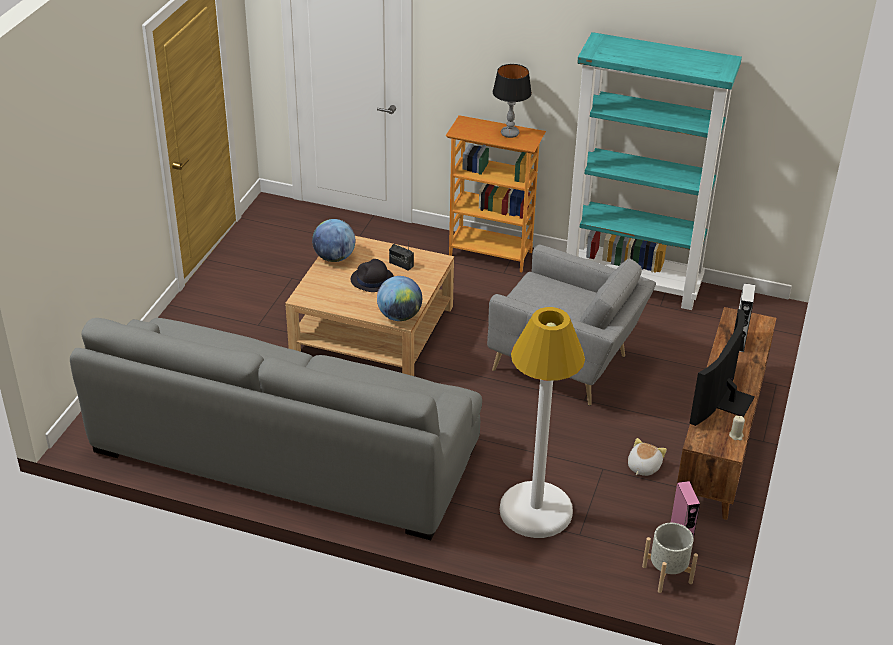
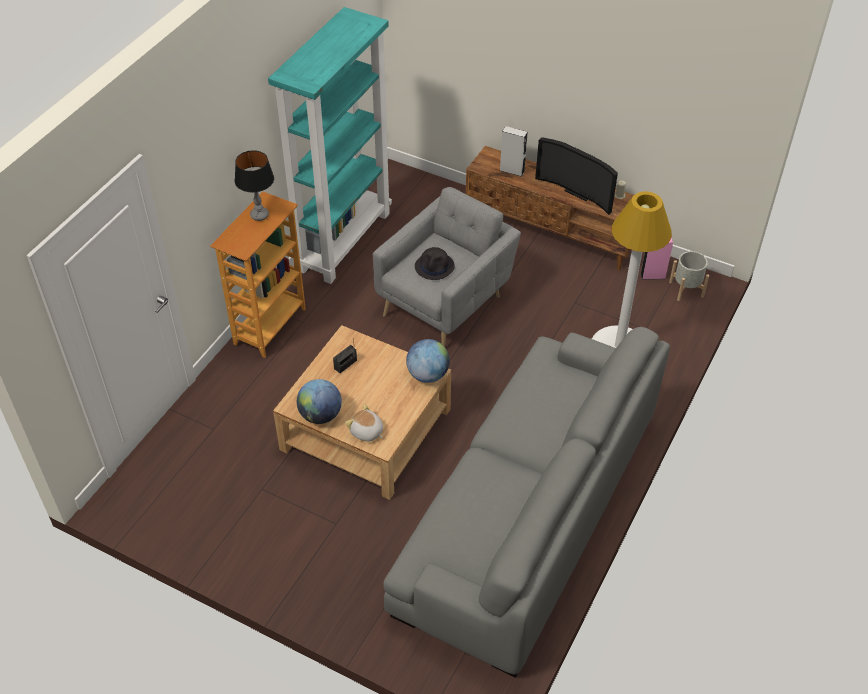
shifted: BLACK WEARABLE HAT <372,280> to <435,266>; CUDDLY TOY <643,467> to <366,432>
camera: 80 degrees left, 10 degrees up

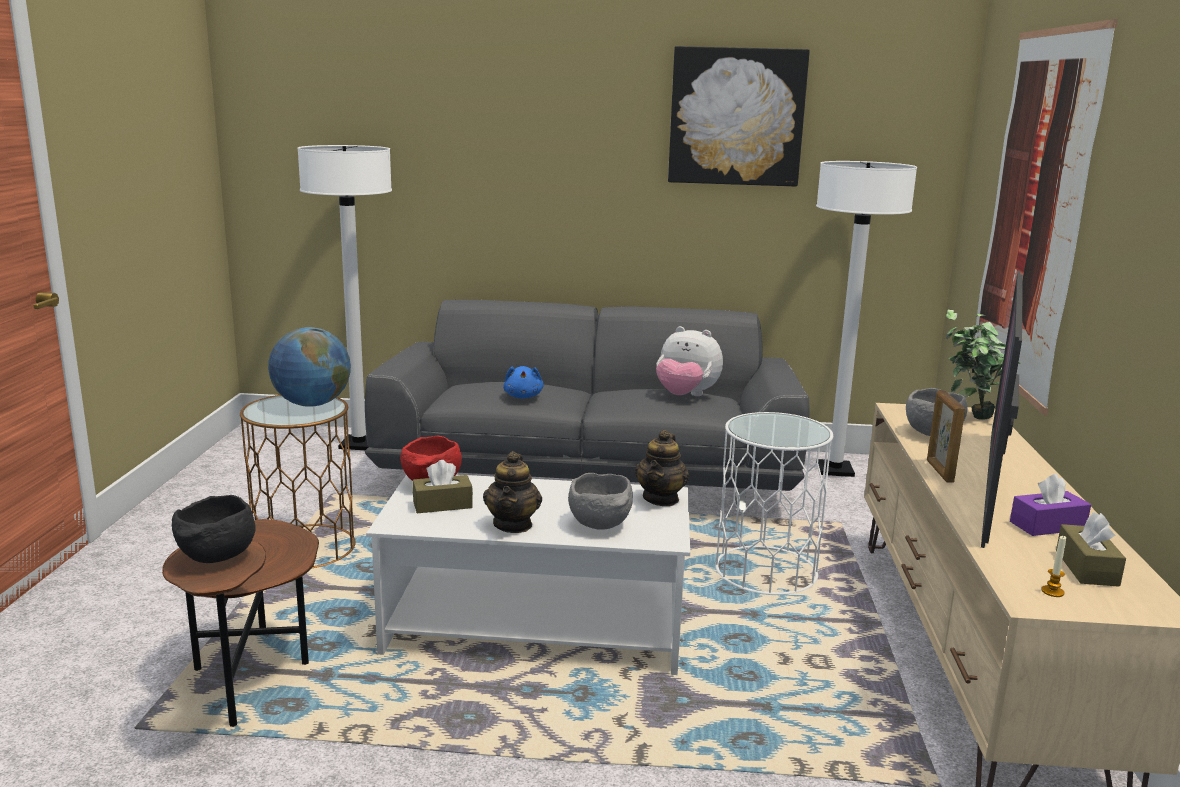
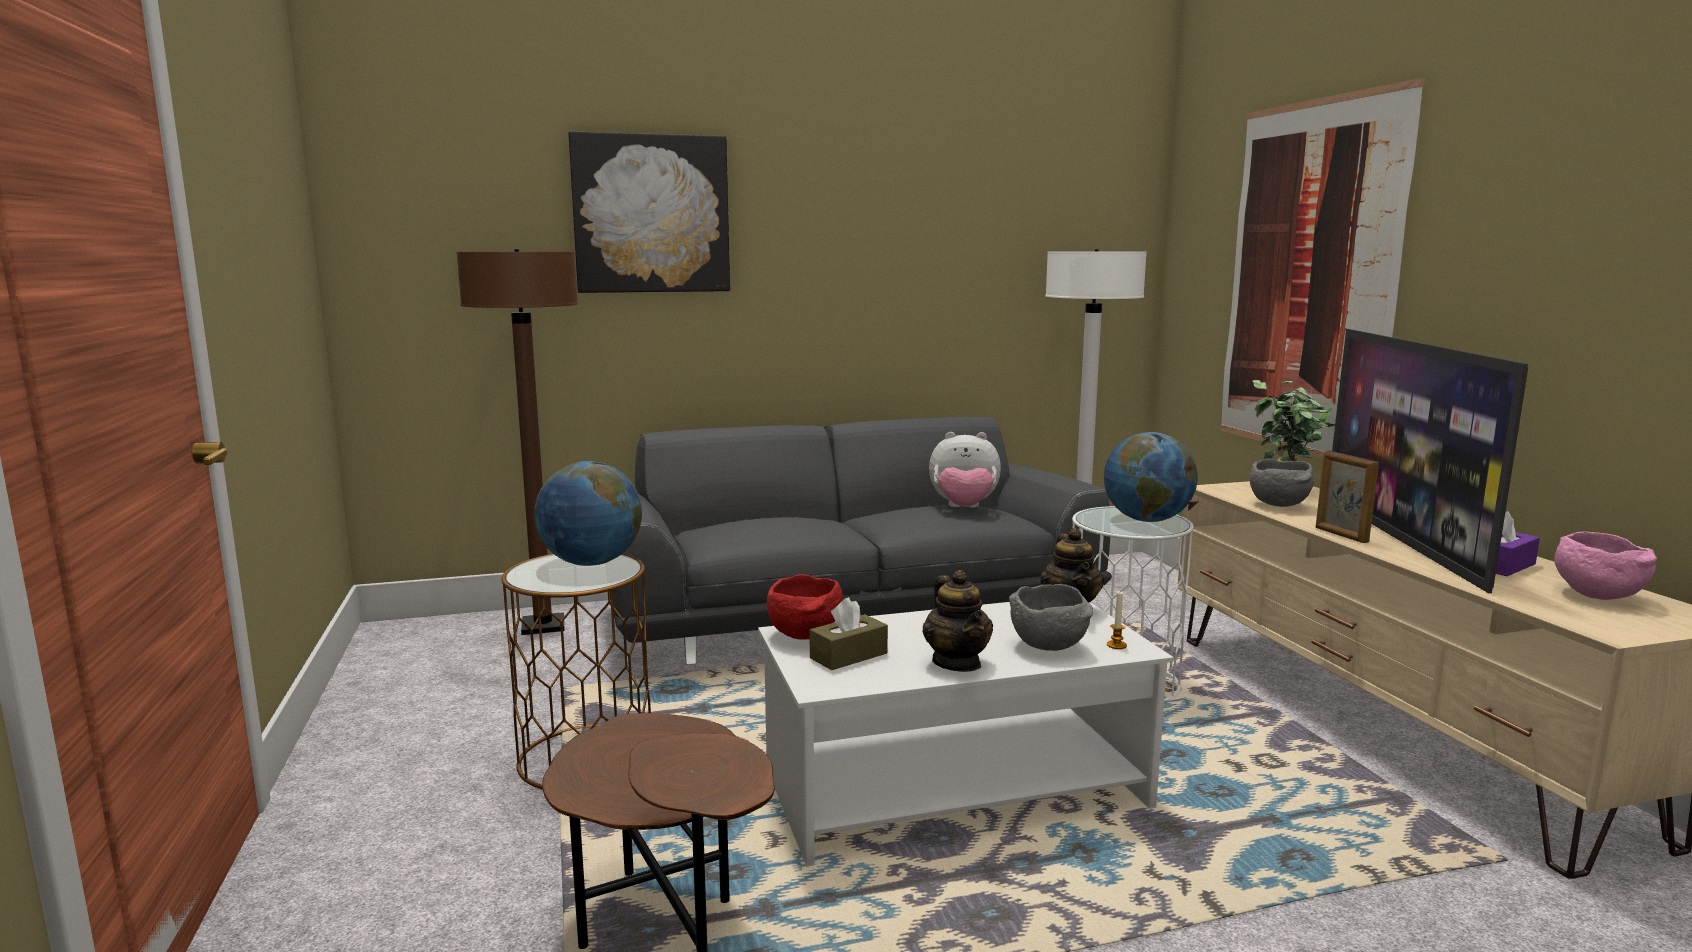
gone: BLUISH CUDDLY TOY <523,396>; BLACK DEEP DISH <217,558>
new: GLOBE <1146,520>
shifted: PICTURE <736,117> to <651,214>; WAX CANDLE <1052,592> to <1116,645>
swapped: BROWN TISSUE BOX <1086,568> to PINK DEEP DISH <1594,595>
repainted: WHITE-COLOURED FLOOR LAMP <359,444> to BROWN FLOOR LAMP <543,626>
camera: 20 degrees left, 5 degrees down

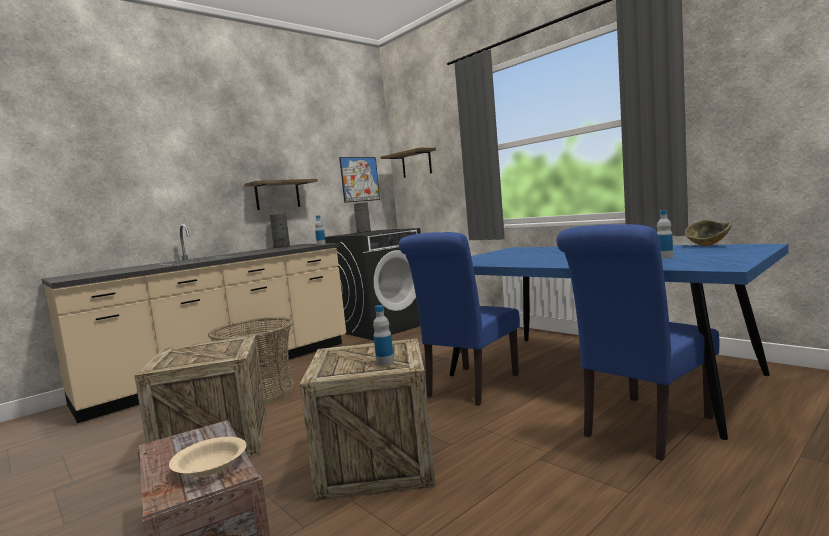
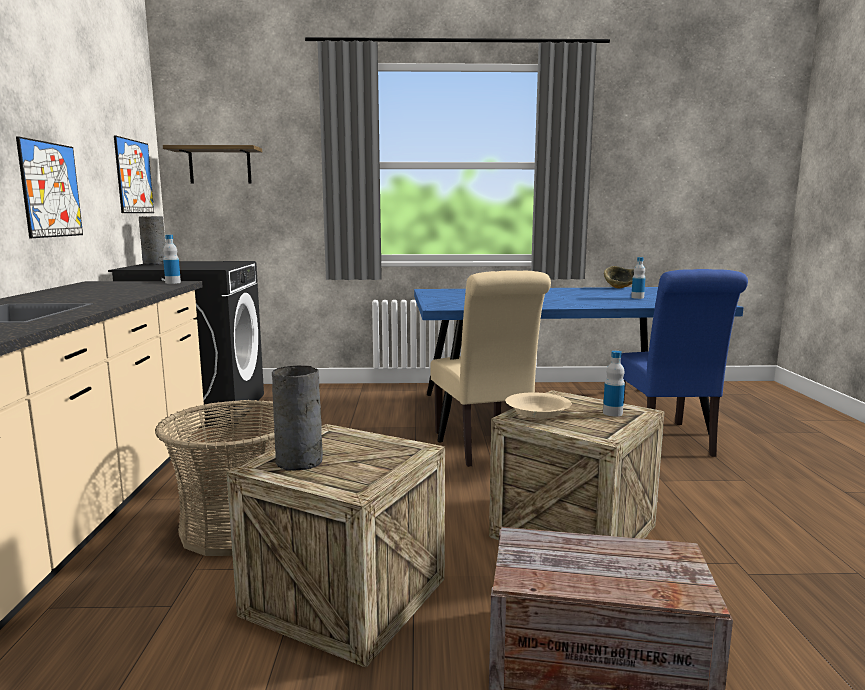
shifted: GRAY VASE <281,247> to <300,462>; BEIGE DEEP DISH <210,466> to <537,413>
swapped: BRACKET SHELF <277,195> to PICTURE <51,190>
repainted: BLUISH PLAIN CHAIR <469,387> to BEIGE PLAIN CHAIR <485,447>
camera: 50 degrees left, 5 degrees up

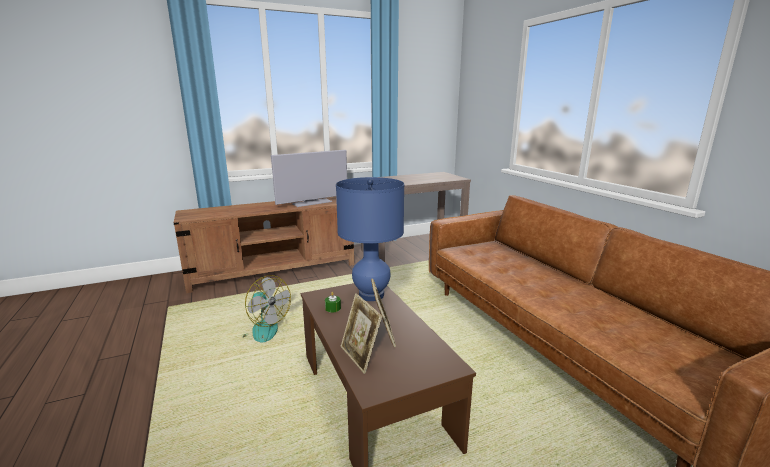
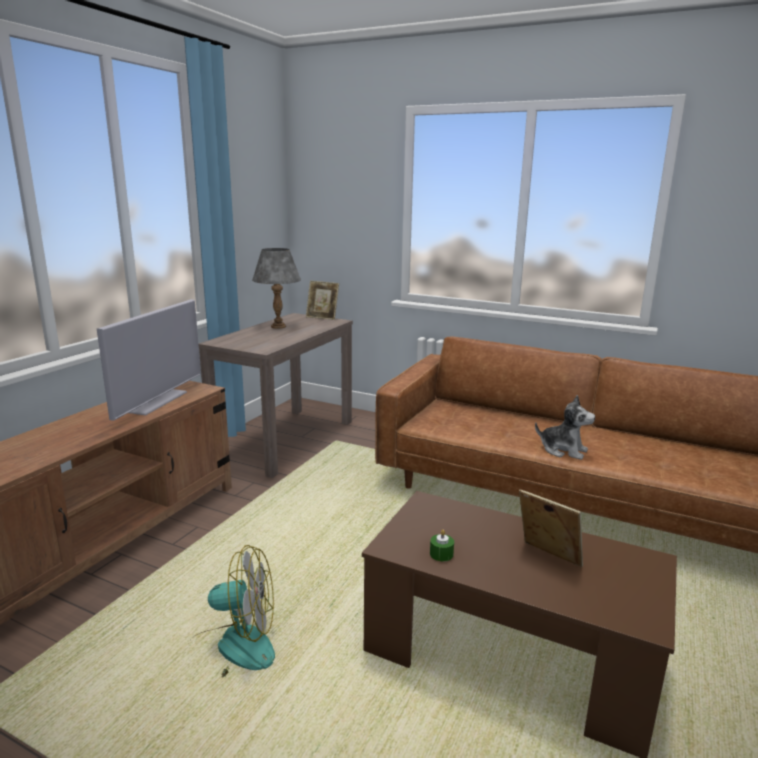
gone: BLUISH LAMP FOR A TABLE <371,295>
new: GRAY LAMP FOR A TABLE <278,326>; CUDDLY TOY <563,450>
shifted: PHOTO FRAME <360,356> to <322,317>
camera: 40 degrees left, 0 degrees up

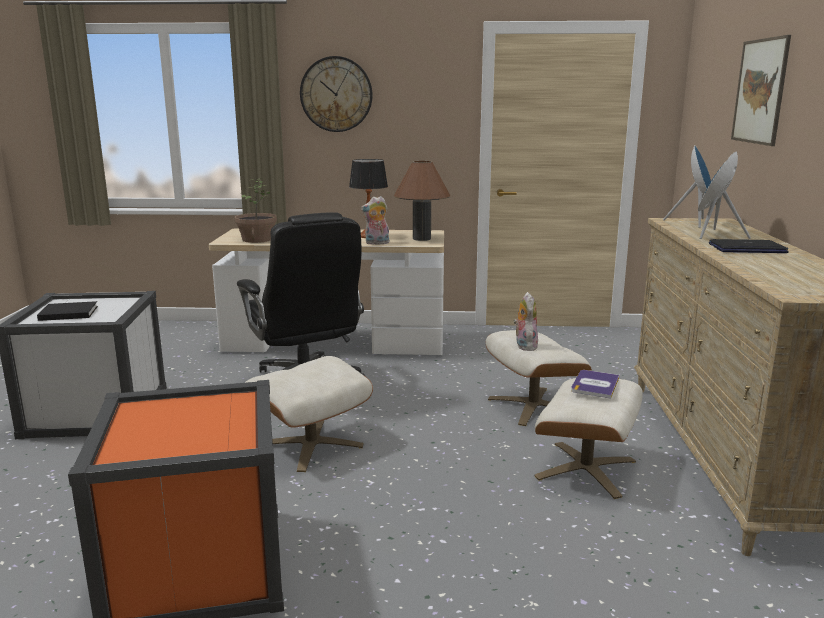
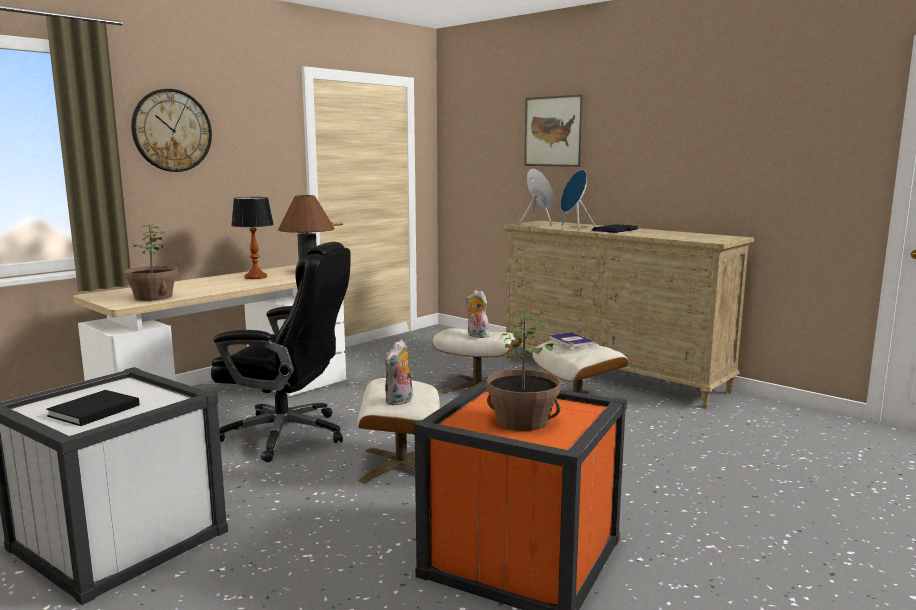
new: PLANT IN A POT <522,421>
shifted: CUDDLY TOY <376,243> to <400,402>
camera: 50 degrees left, 5 degrees down

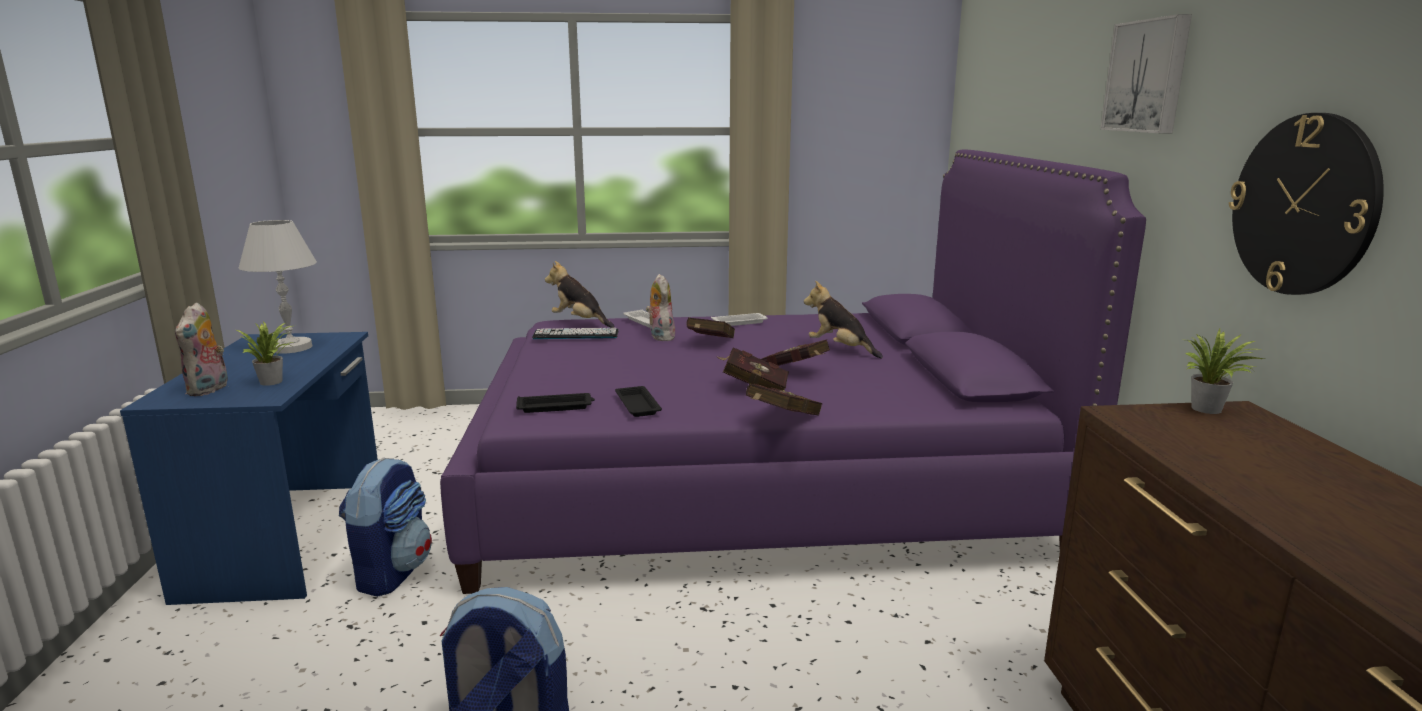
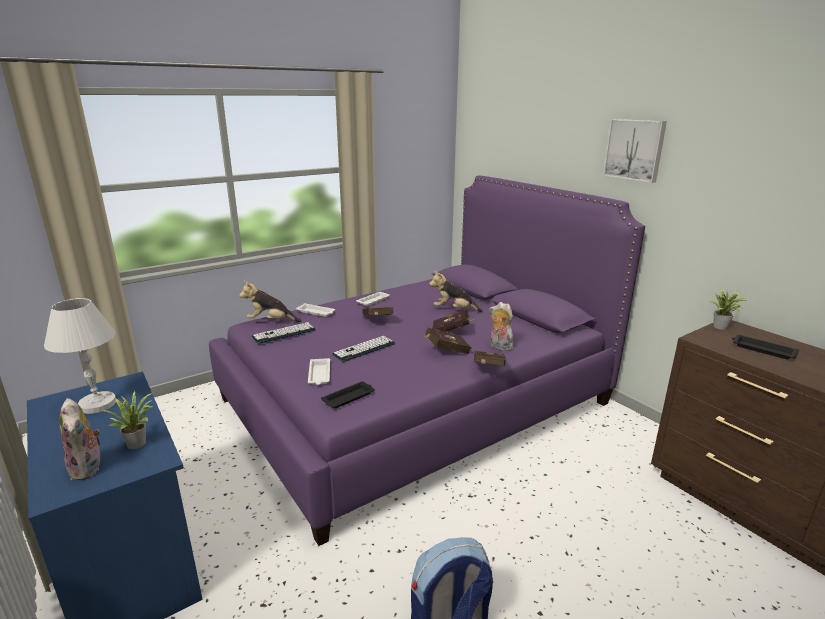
gone: WALL CLOCK <1303,205>; KNAPSACK <392,572>
new: COMPUTER KEYBOARD <364,349>; WHITE-COLOURED TRAY <319,375>
shifted: CUDDLY TOY <660,337> to <499,346>; BLACK TRAY <637,405> to <762,350>
camera: 30 degrees left, 5 degrees up

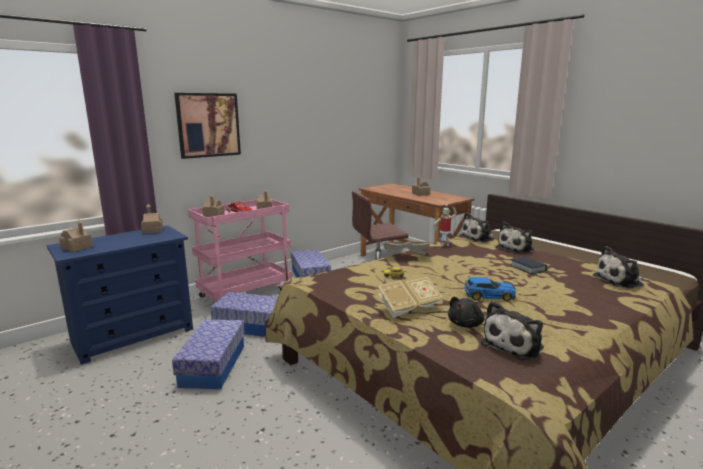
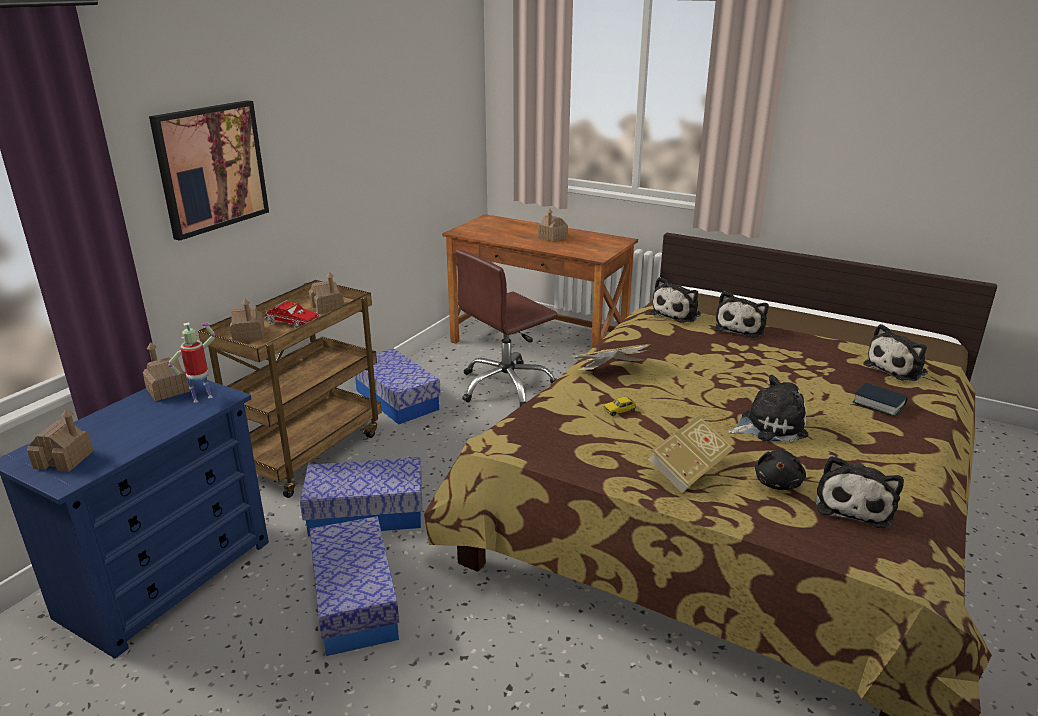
shifted: TOY ROBOT <444,245> to <202,398>; BOOK <528,268> to <878,404>
swapped: MODEL CAR <488,295> to CUDDLY TOY <769,426>
repainted: PINK CART <245,293> to BROWN CART <308,451>
camera: 20 degrees left, 10 degrees up

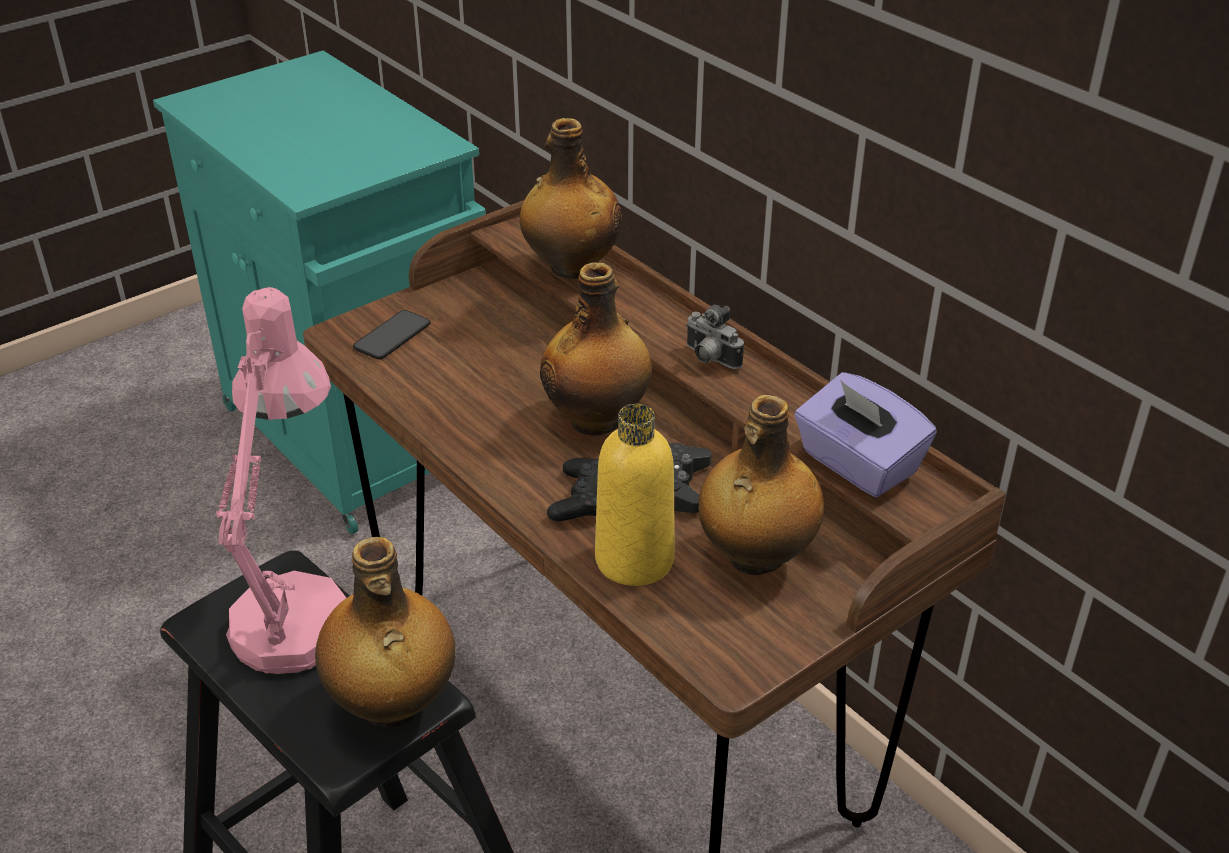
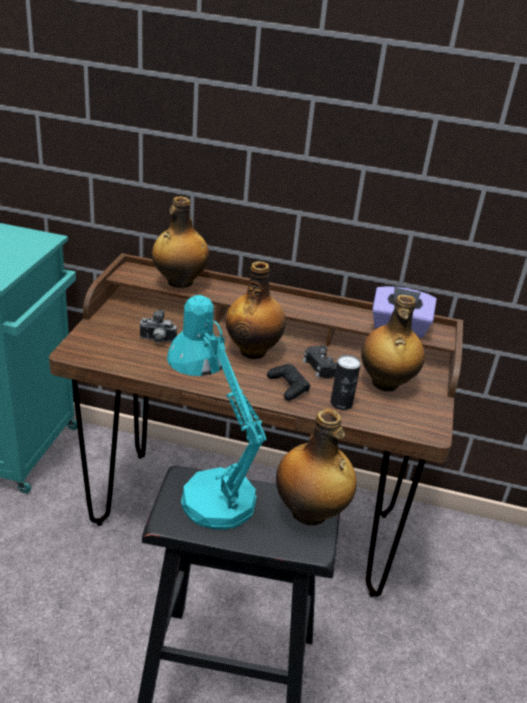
gone: HANDSET <392,336>
shifted: PHOTO CAMERA <709,359> to <157,341>
swapped: YELLOWISH BEVERAGE BOTTLE <634,560> to CAN <341,403>
repainted: PINK LAMP FOR A TABLE <298,608> to TURQUOISE LAMP FOR A TABLE <210,491>
camera: 40 degrees left, 5 degrees down

